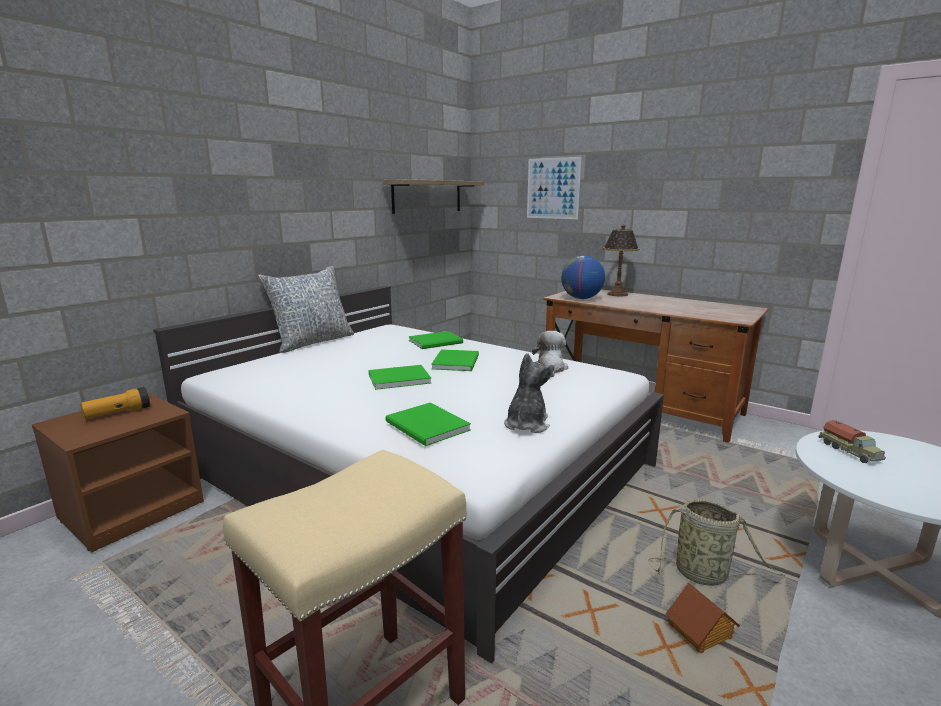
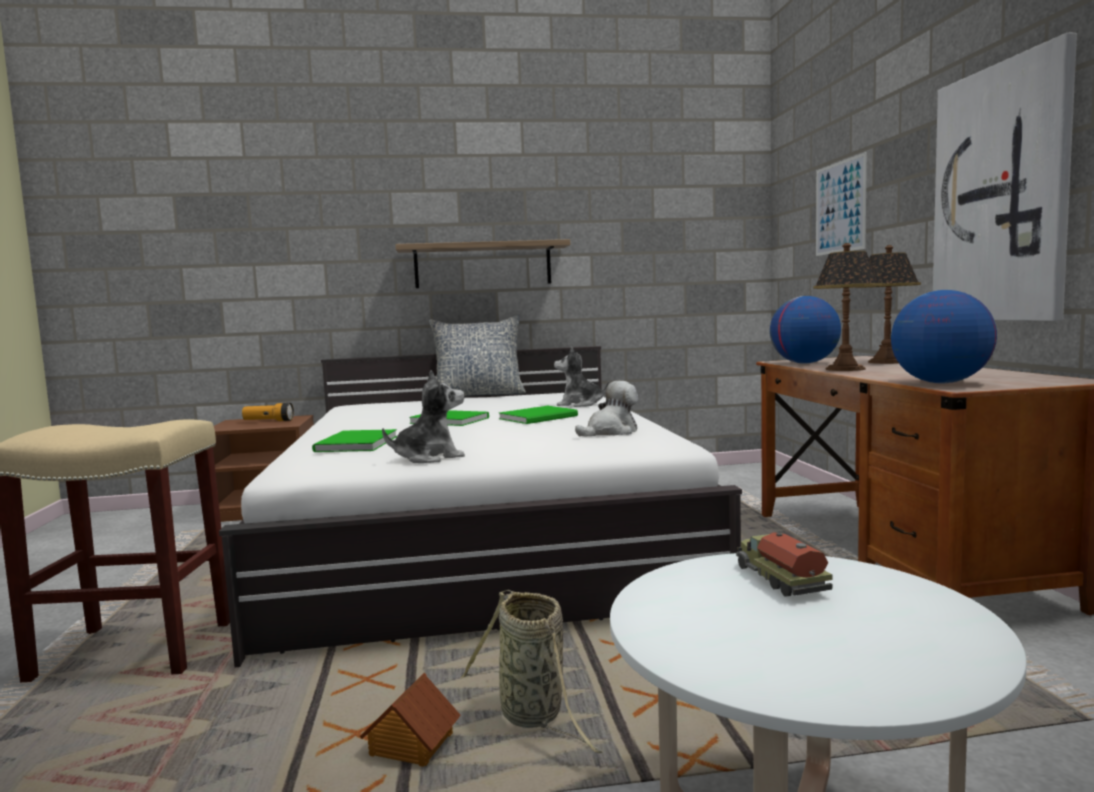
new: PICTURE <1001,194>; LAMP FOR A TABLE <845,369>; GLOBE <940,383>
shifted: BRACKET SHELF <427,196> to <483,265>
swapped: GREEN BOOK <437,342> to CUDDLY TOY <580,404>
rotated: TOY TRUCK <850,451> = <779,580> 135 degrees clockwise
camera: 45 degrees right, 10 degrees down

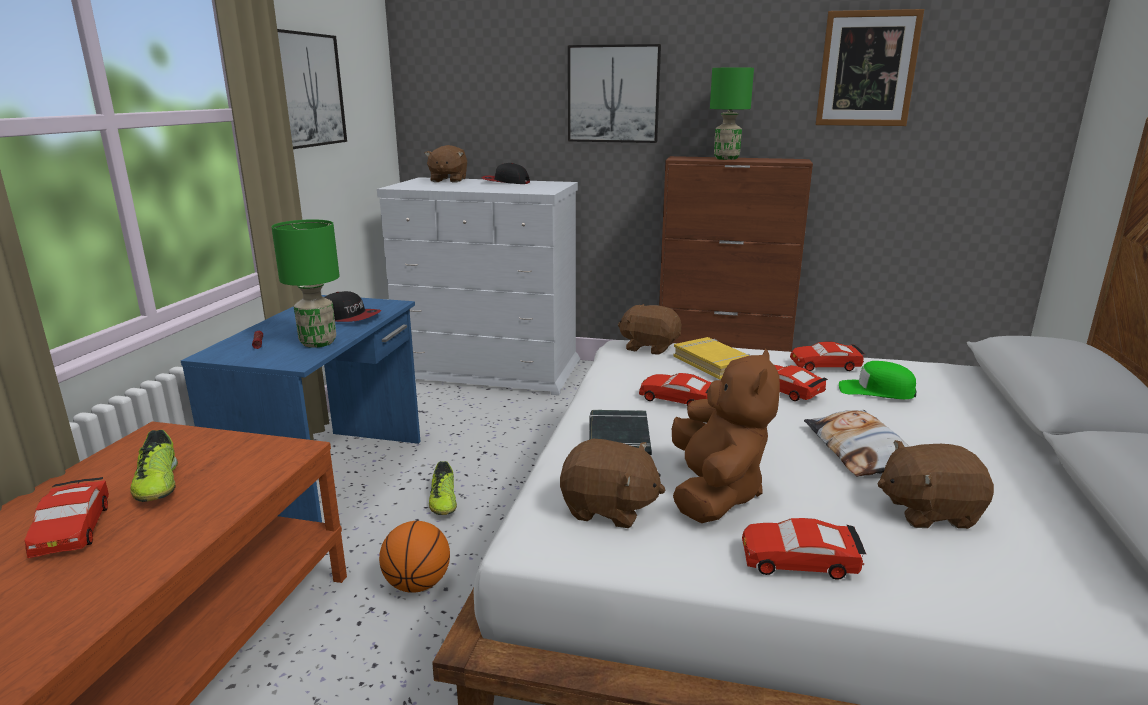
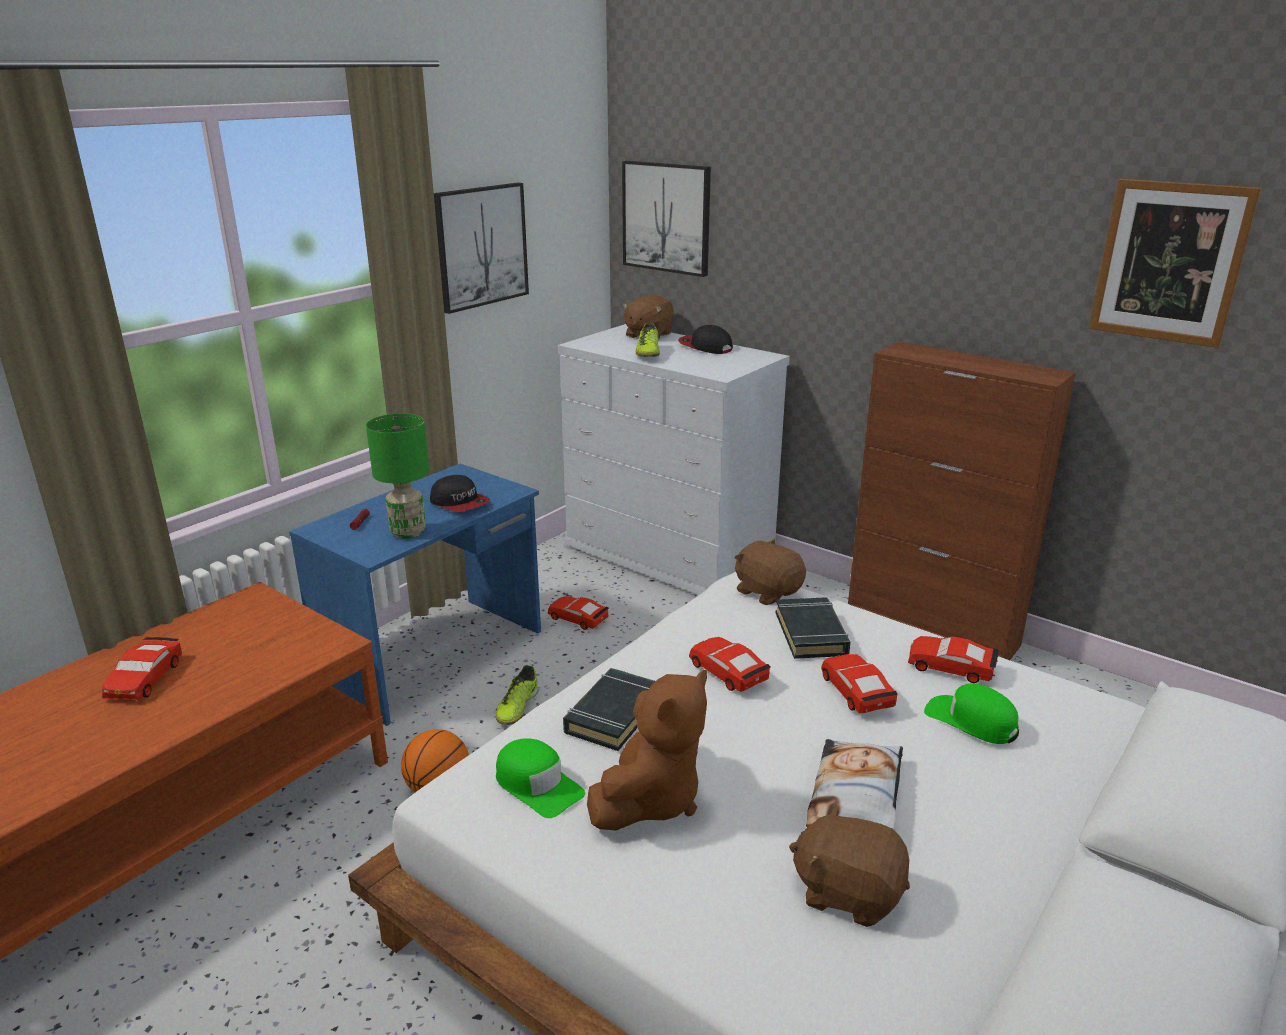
gone: GREEN LAMP FOR A TABLE <726,158>
shifted: PICTURE <613,94> to <667,217>; SHOE <158,484> to <648,354>; RED-COLOURED MODEL CAR <799,560> to <578,618>
swapped: BROWN CUDDLY TOY <608,509> to GREEN BASEBALL CAP <537,785>
repainted: YELLOWISH BOOK <713,363> to BLACK BOOK <811,634>
camera: 25 degrees right, 5 degrees up

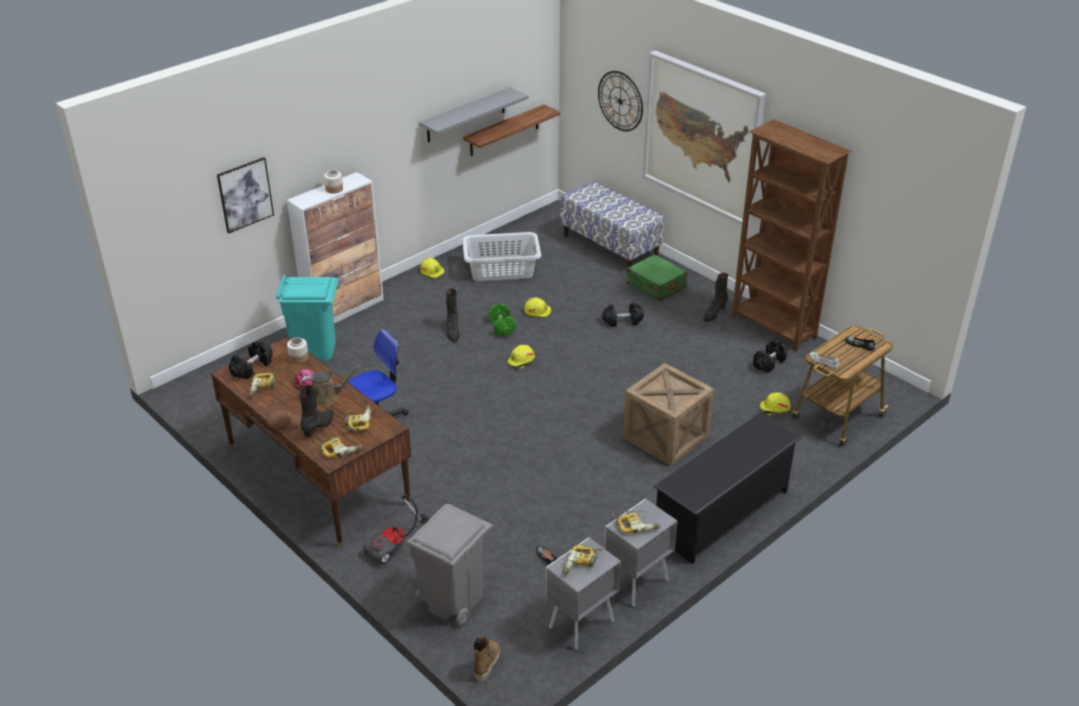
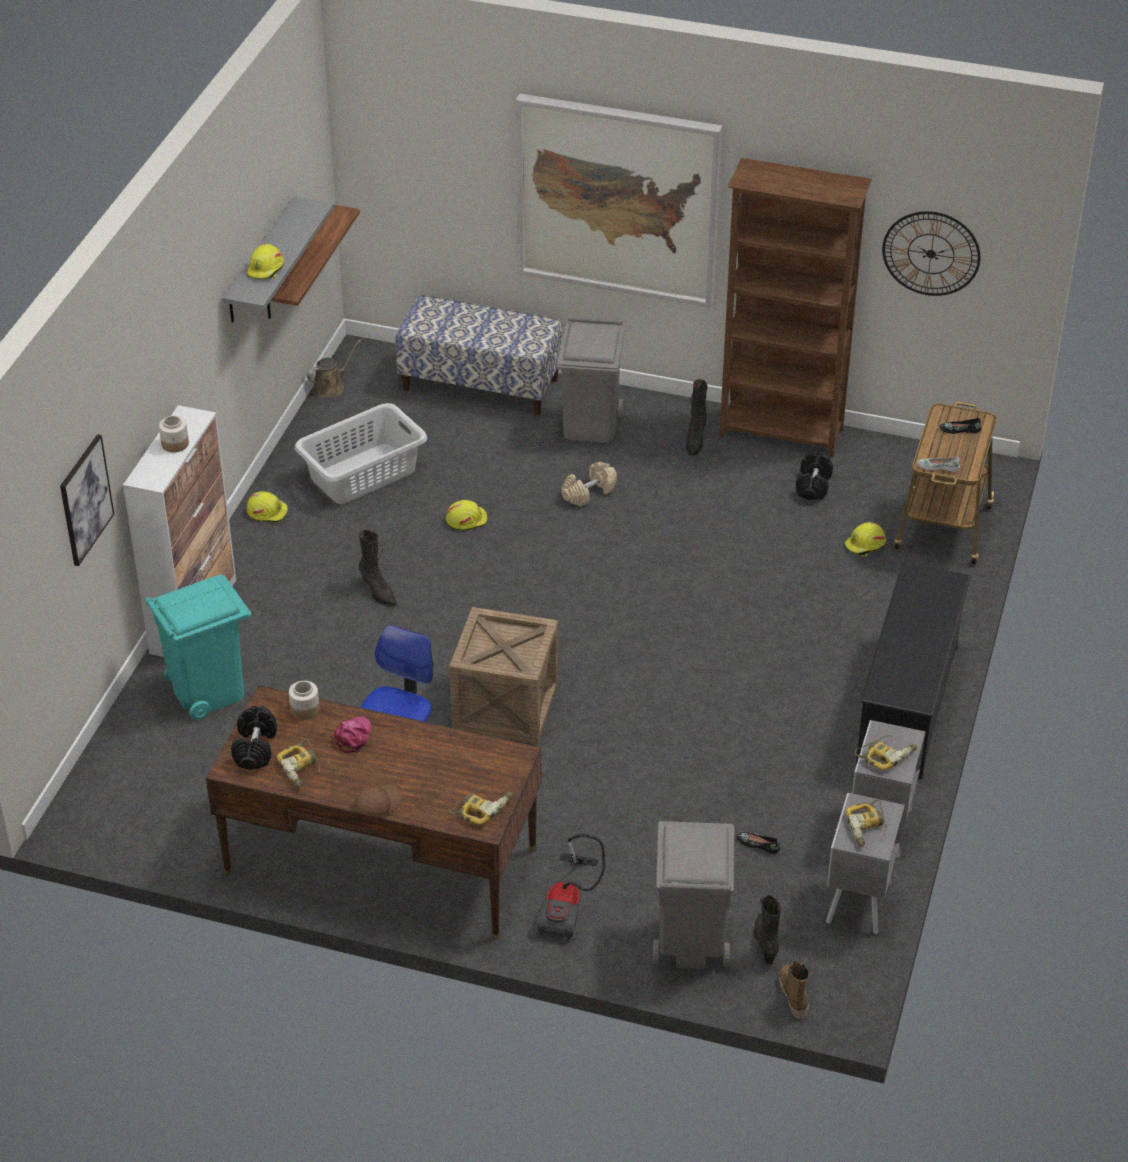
gone: GREEN HAND WEIGHT <502,326>; POWER DRILL <357,422>
shifted: WALL CLOCK <620,101> to <931,253>; YELLOWISH HARD HAT <521,361> to <266,269>; CRATE <665,437> to <505,706>; BROWN WATERING POT <327,397> to <331,387>; BLACK HIGH-TOP BOOT <319,427> to <766,943>
swapped: GREEN TRAVEL CASE <656,286> to GRAY TRASH CAN <591,425>
repainted: BLACK HAND WEIGHT <622,321> to BEIGE HAND WEIGHT <589,492>
camera: 30 degrees left, 5 degrees up

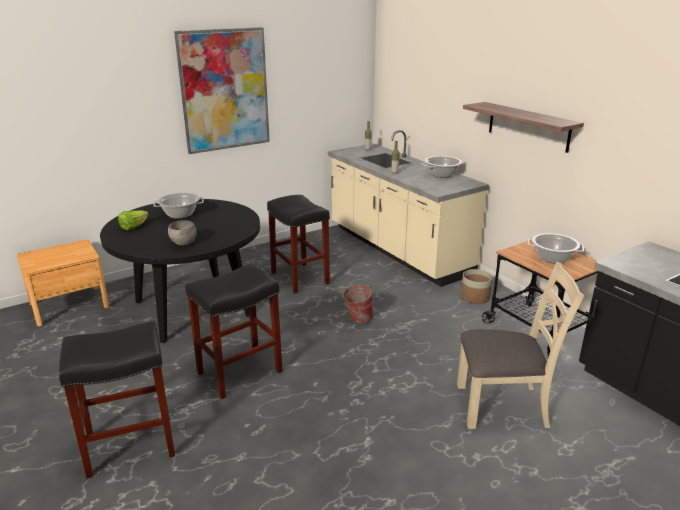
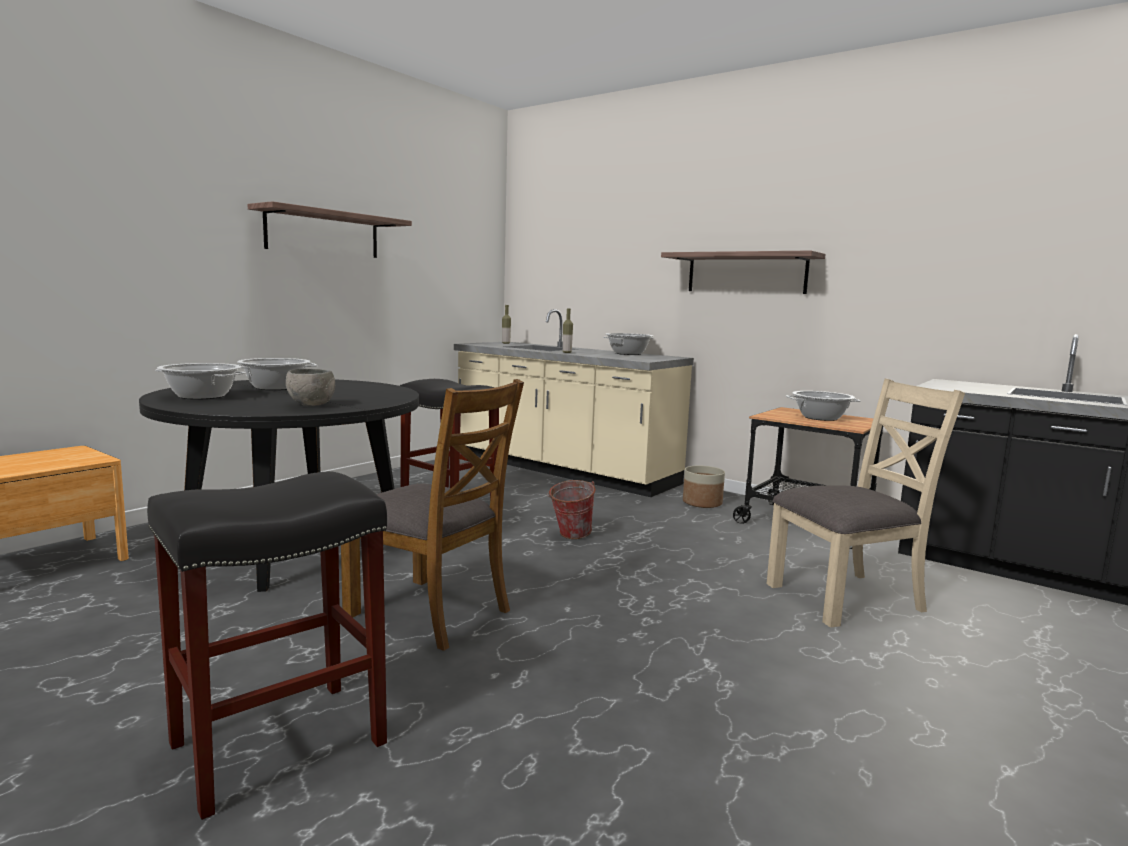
swapped: PICTURE <225,90> to BRACKET SHELF <323,233>; LETTUCE HEAD <134,227> to STOCKPOT <201,396>; BLACK STOOL <239,373> to BROWN PLAIN CHAIR <430,612>
camera: 20 degrees left, 15 degrees down

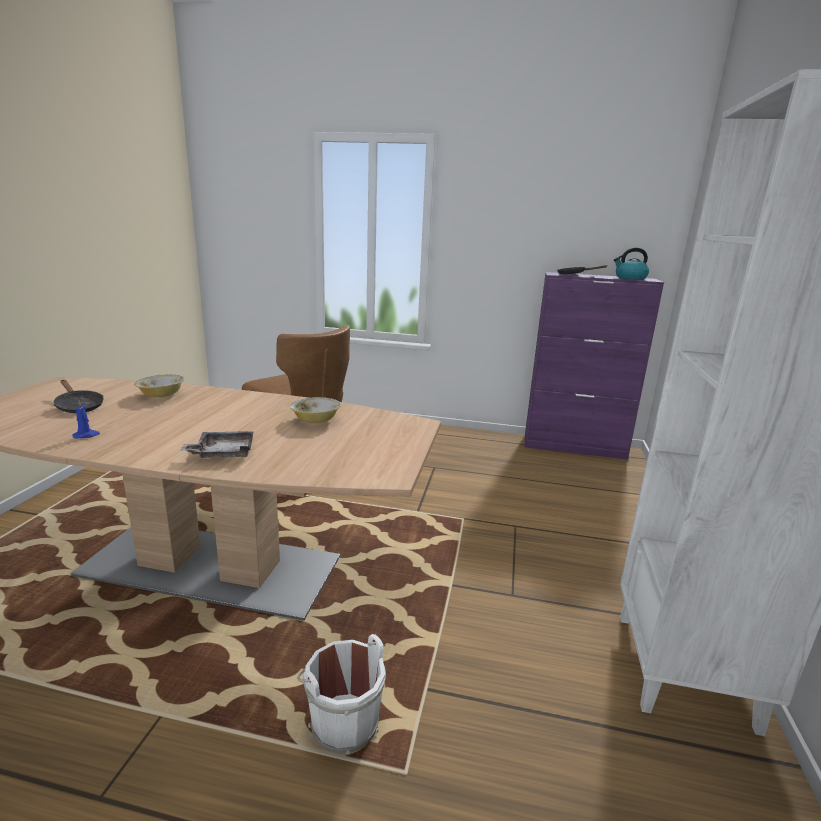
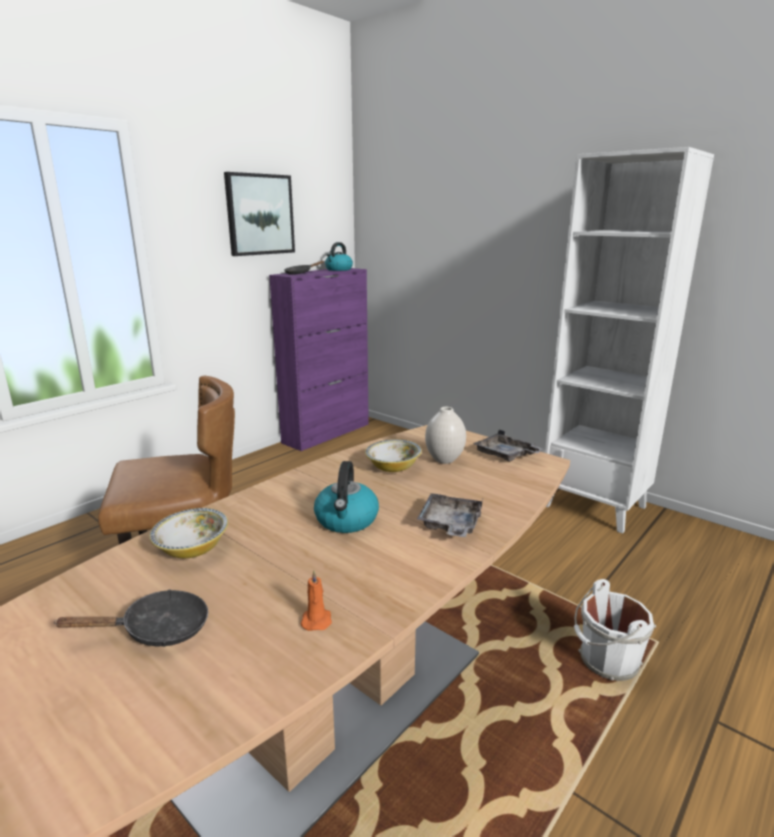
new: PICTURE <260,214>; WHITE-COLOURED VASE <444,460>; GRAY TRAY <506,455>; WATER KETTLE <347,520>
repainted: BLUISH WAX CANDLE <86,435> to ORANGE-COLOURED WAX CANDLE <316,619>
camera: 60 degrees left, 0 degrees up

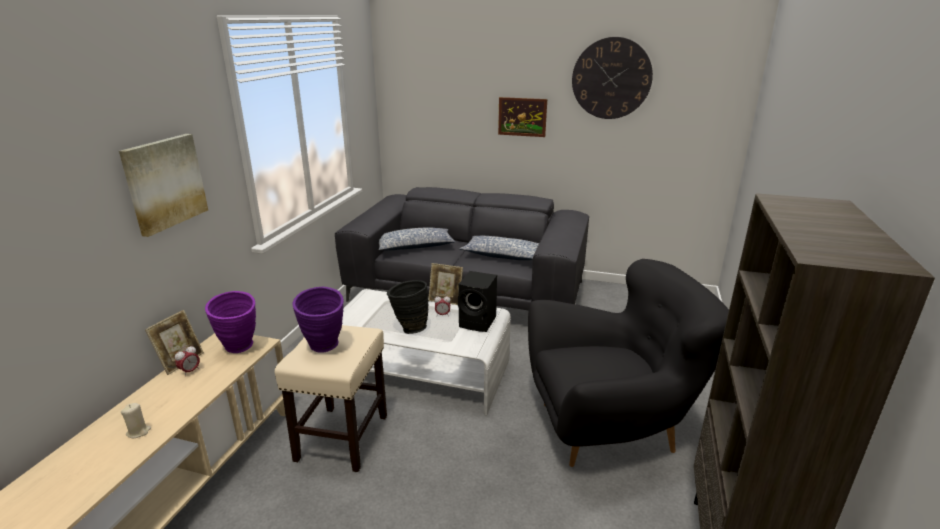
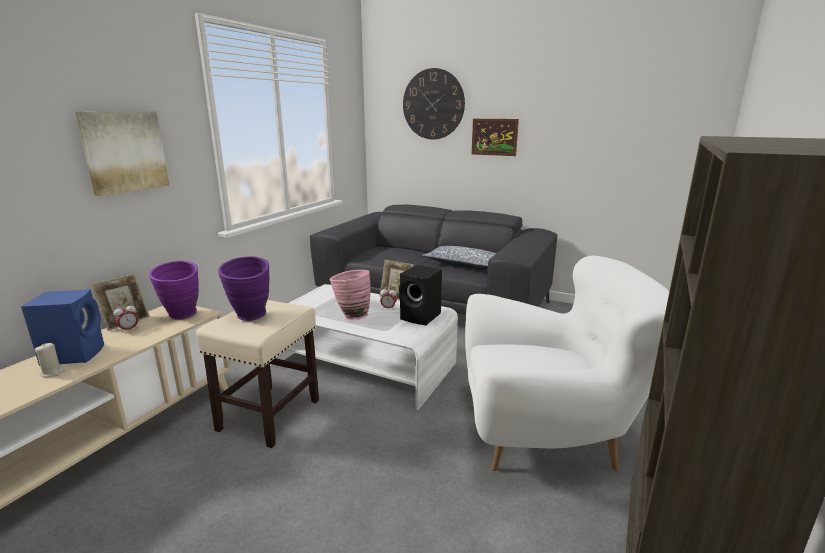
gone: CUSHION <415,247>
new: BLUISH AUDIO SPEAKER <75,354>
shifted: WALL CLOCK <611,78> to <433,104>
repainted: BLACK ARMCHAIR <610,427> to WHITE-COLOURED ARMCHAIR <547,436>; BLACK VASE <409,328> to PINK VASE <351,317>
camera: 10 degrees right, 5 degrees down

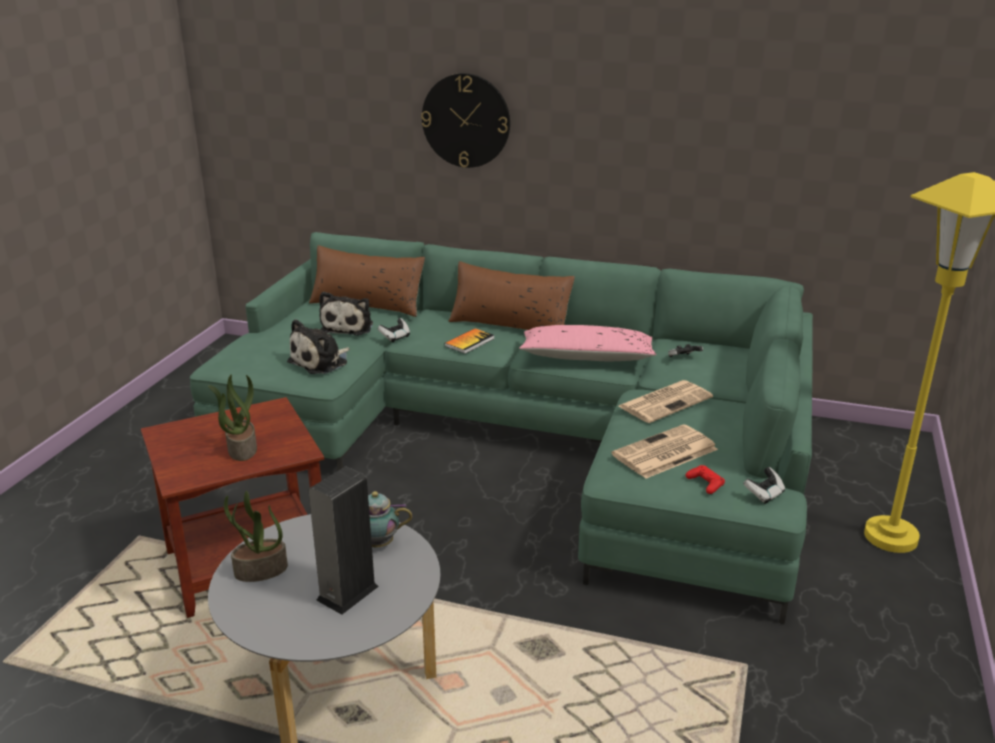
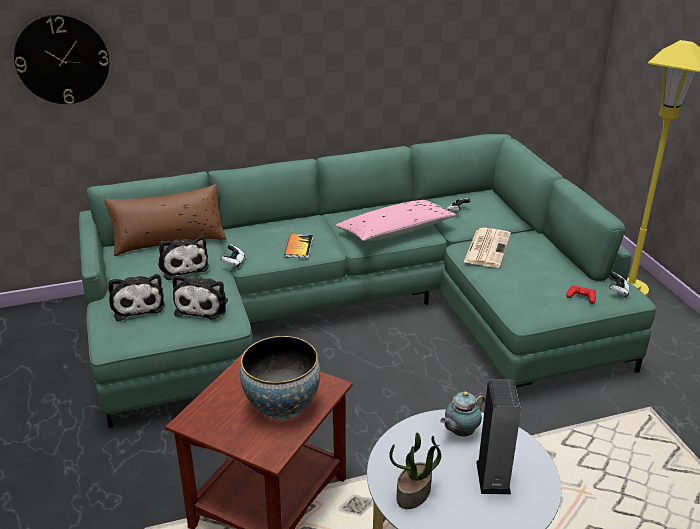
gone: BROWN CUSHION <510,324>; PRINTED PAPER <664,453>
new: CUDDLY TOY <137,305>
shifted: WALL CLOCK <466,120> to <62,59>
swapped: PLANT IN A POT <241,449> to DEEP DISH <282,405>
camera: 35 degrees left, 5 degrees up

